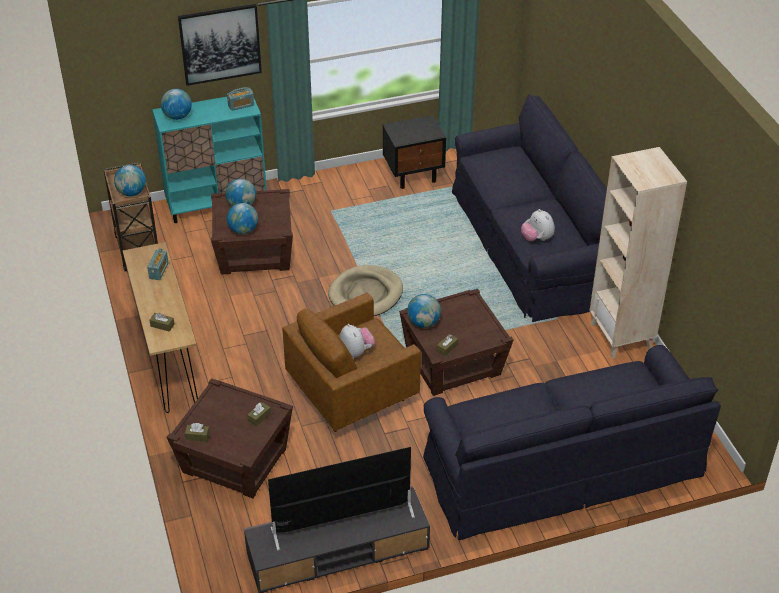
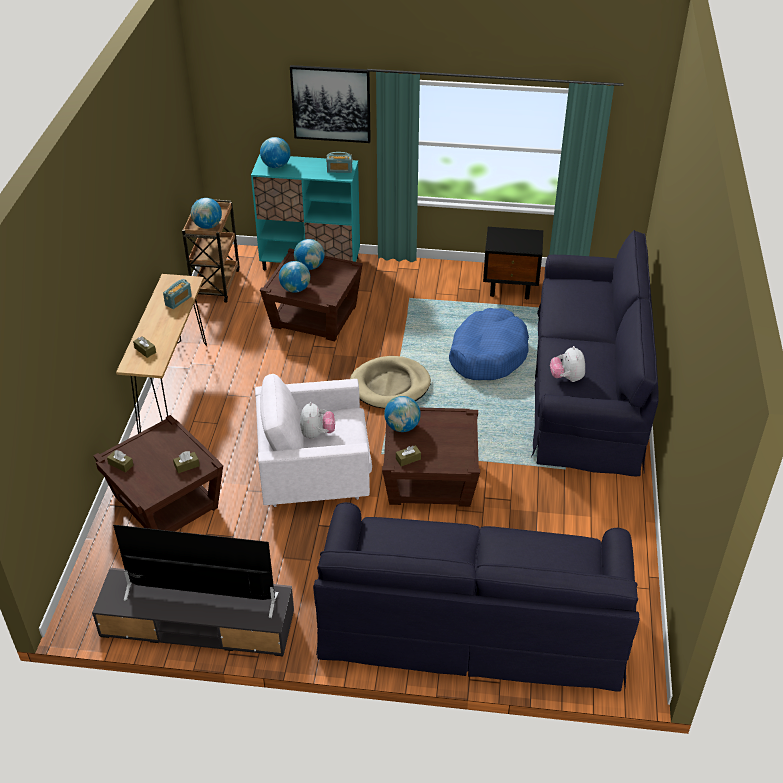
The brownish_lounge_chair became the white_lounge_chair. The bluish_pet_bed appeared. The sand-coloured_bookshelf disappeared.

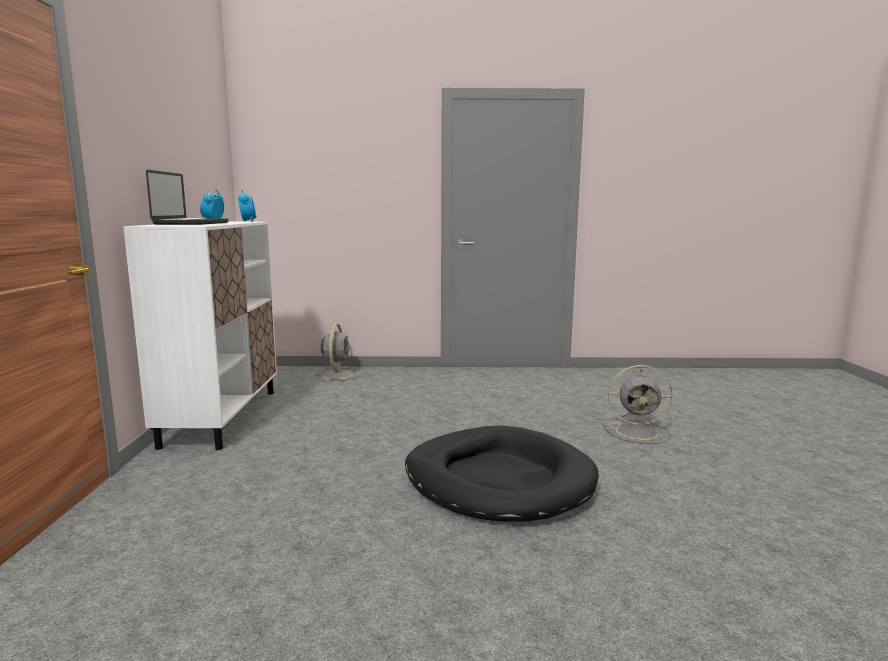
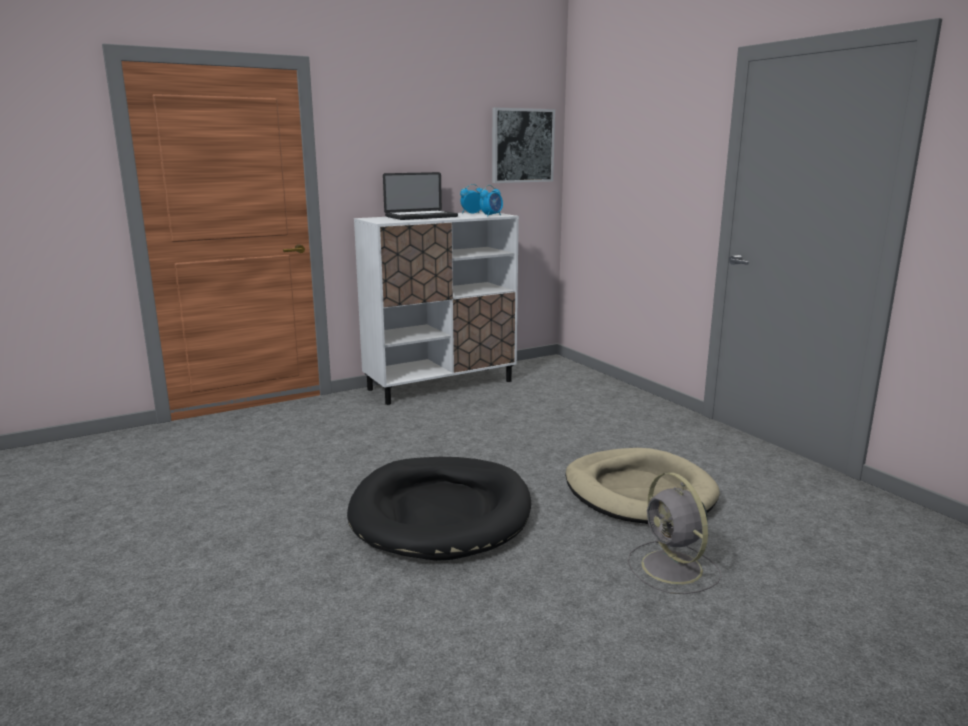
The picture appeared. The sand-coloured_pet_bed appeared. The gray_cooling_fan (no. 1 from left) disappeared.

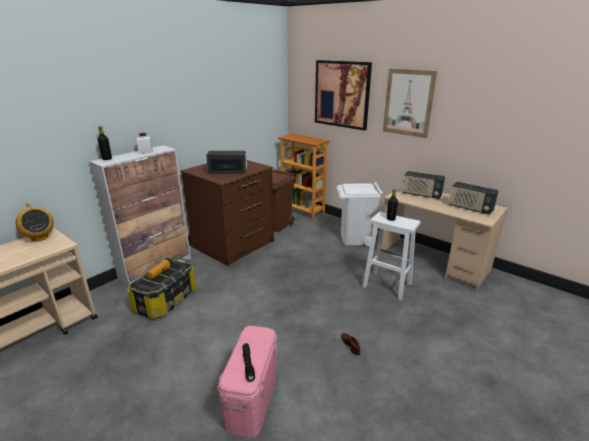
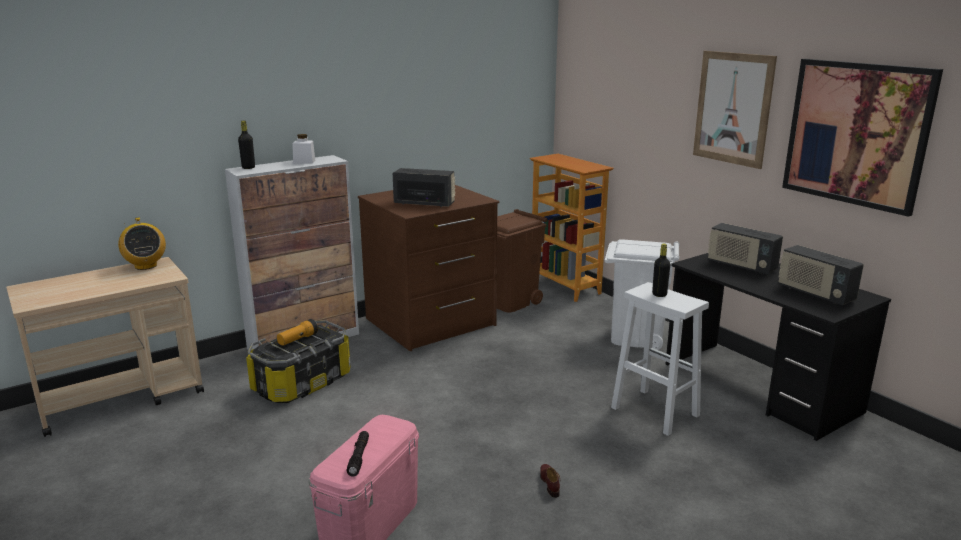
The sand-coloured_desk_unit became the black-coloured_desk_unit. The picture (no. 1 from left in the first image) moved.

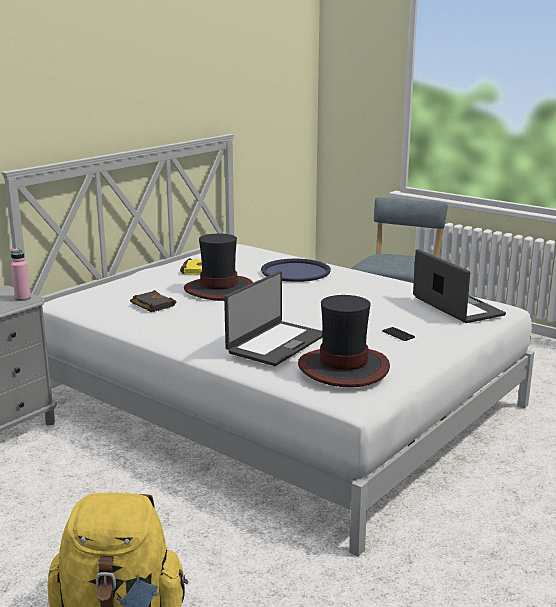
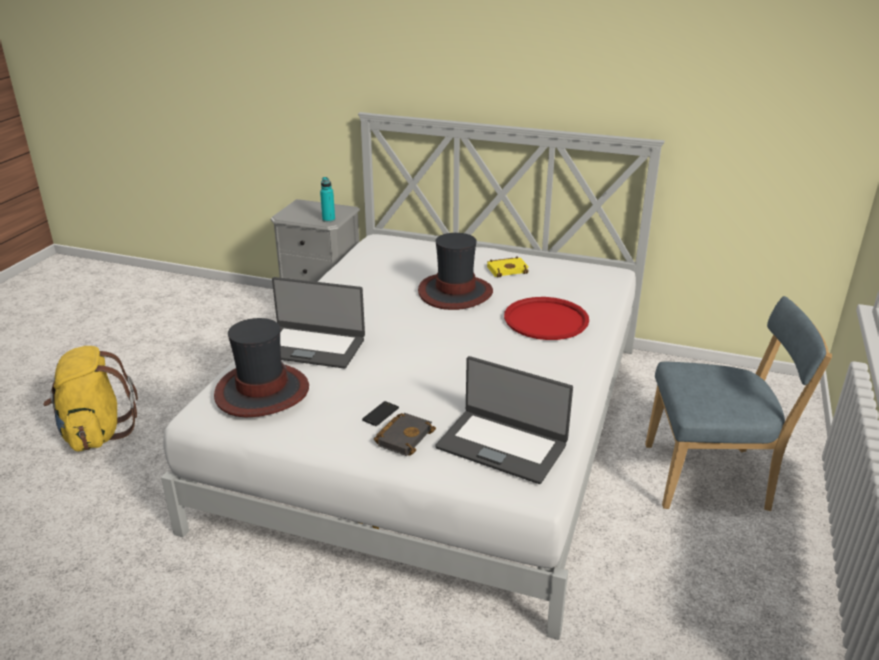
The pink-coloured_drink_bottle became the turquoise-coloured_drink_bottle. The black-coloured_volume moved. The notebook_computer (no. 2 from left) turned 75 degrees clockwise. The bluish_carrying_tray became the red_carrying_tray.

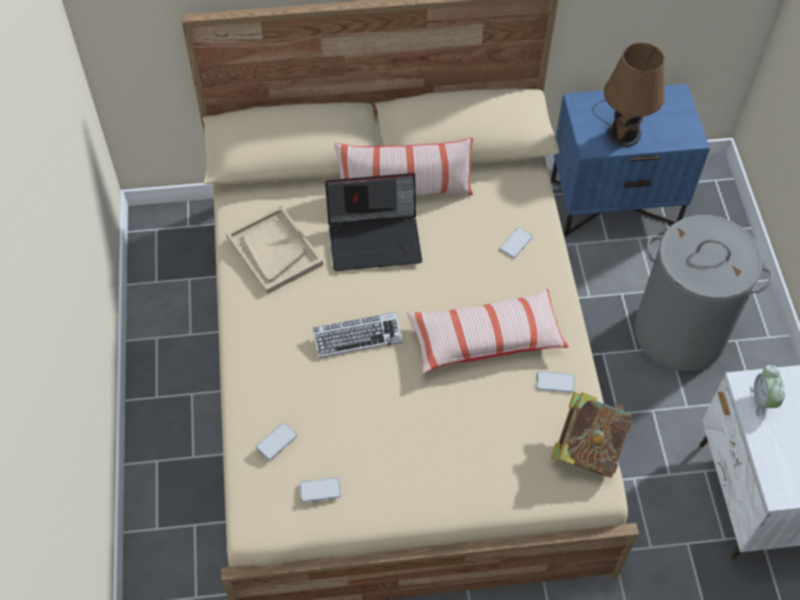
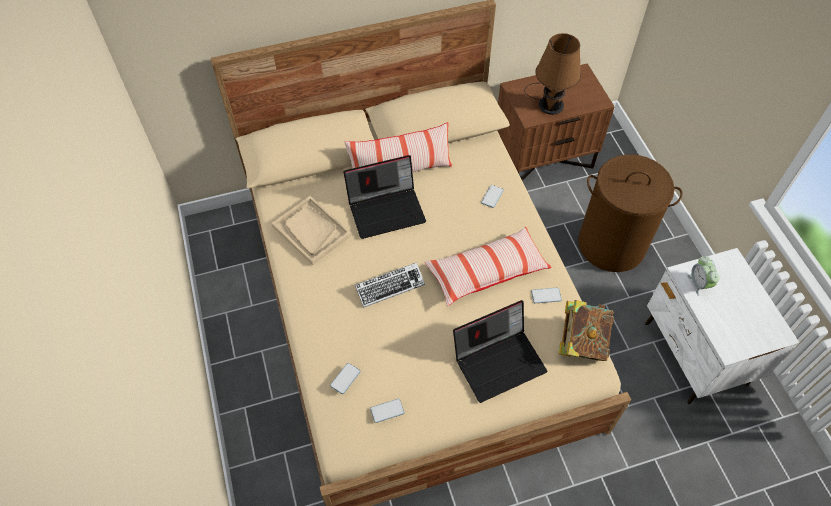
The notebook_computer (no. 2 from left) appeared. The bluish_nightstand became the brownish_nightstand. The gray_hamper became the brownish_hamper.

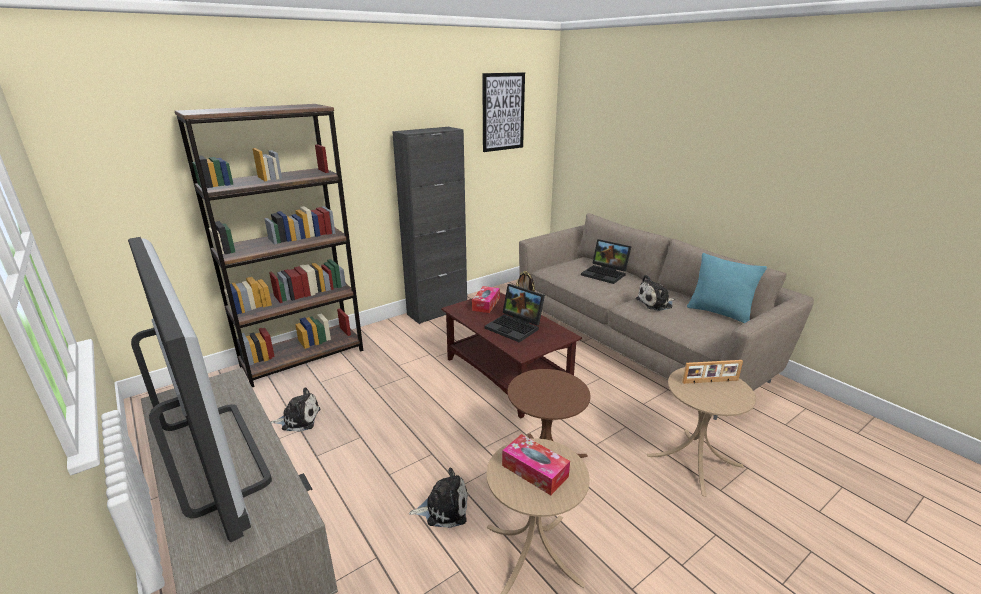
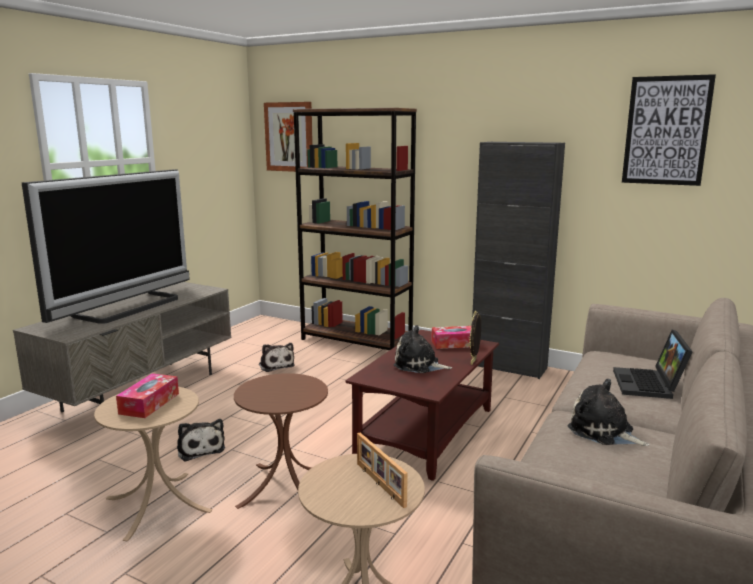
The picture (no. 1 from left) appeared. The notebook_computer (no. 1 from left) was replaced by the plush_toy (no. 3 from left). The turquoise-coloured_pillow disappeared.

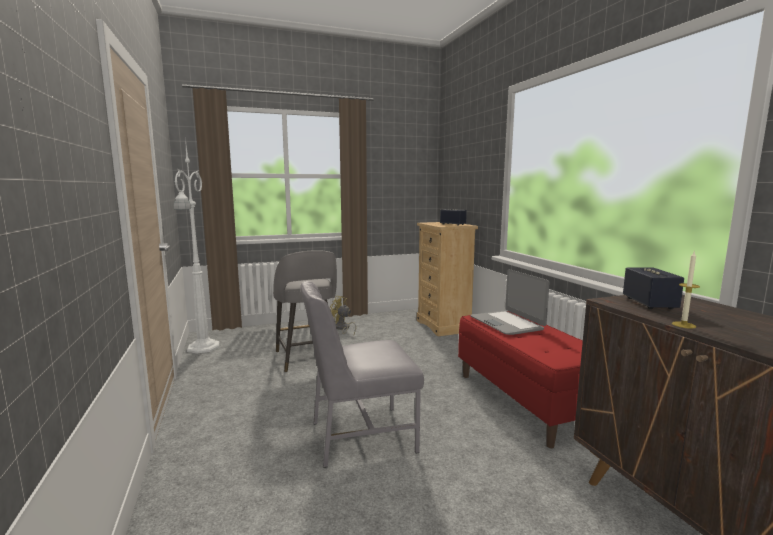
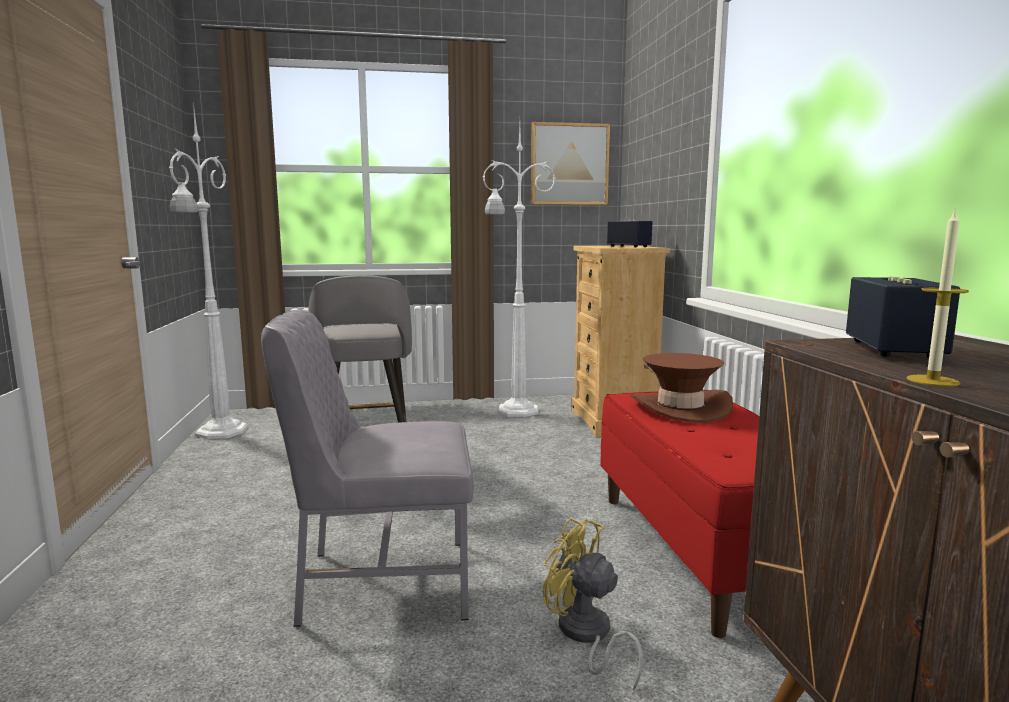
The white_floor_lamp (no. 2 from left) appeared. The picture appeared. The yellowish_cooling_fan moved. The notebook_computer was replaced by the brownish_hat.

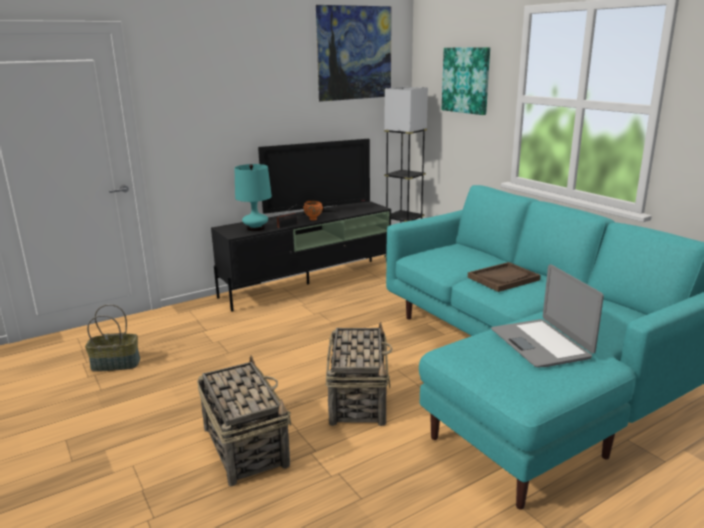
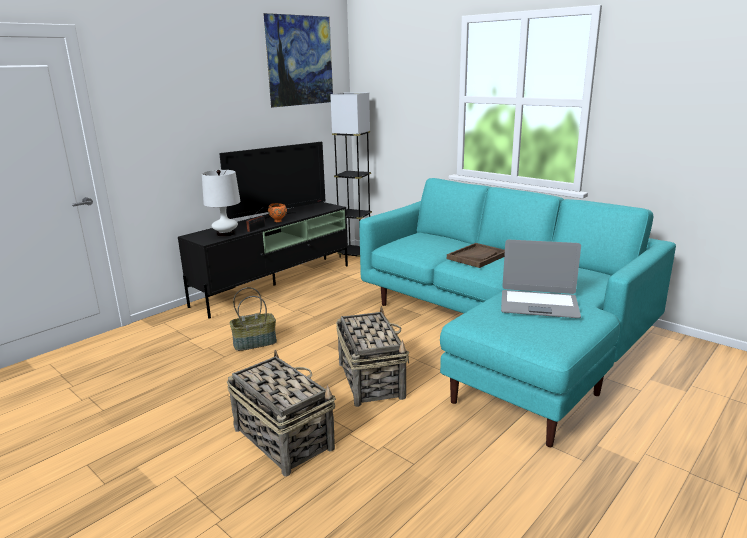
The turquoise-coloured_tabletop_lamp became the white_tabletop_lamp. The storage_basket (no. 1 from left) moved. The notebook_computer turned 45 degrees counterclockwise. The picture (no. 2 from left) disappeared.

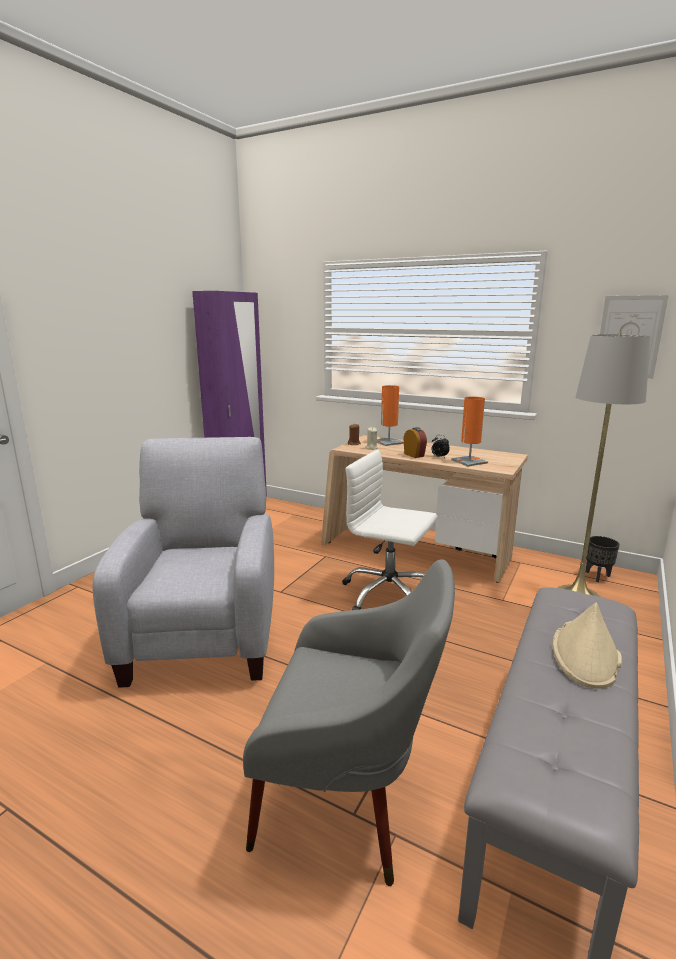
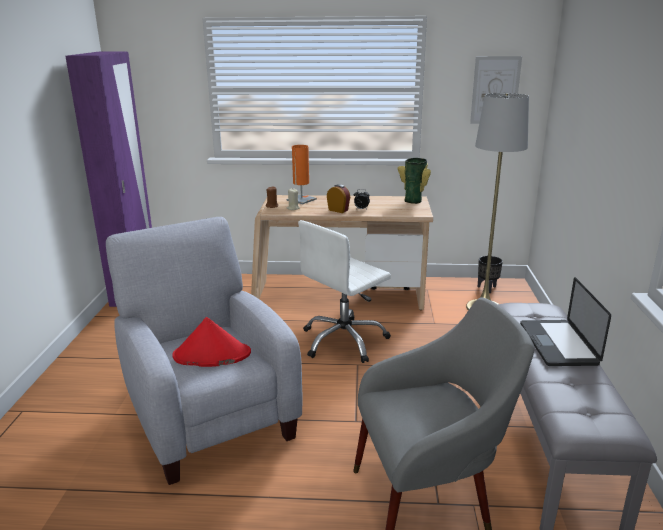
The red_hat appeared. The white_office_chair turned 45 degrees counterclockwise. The flower_vase appeared. The sand-coloured_hat was replaced by the notebook_computer. The orangey_tabletop_lamp (no. 2 from left) disappeared.

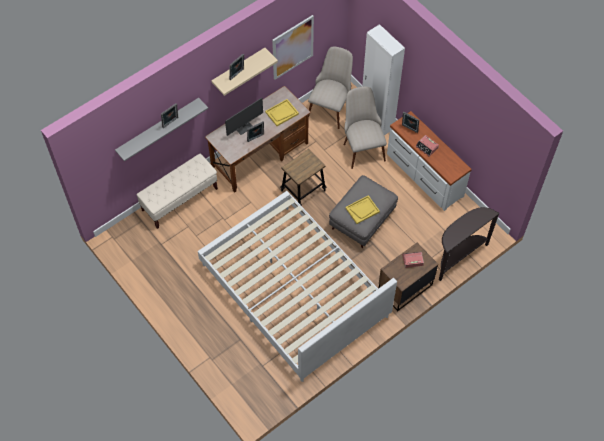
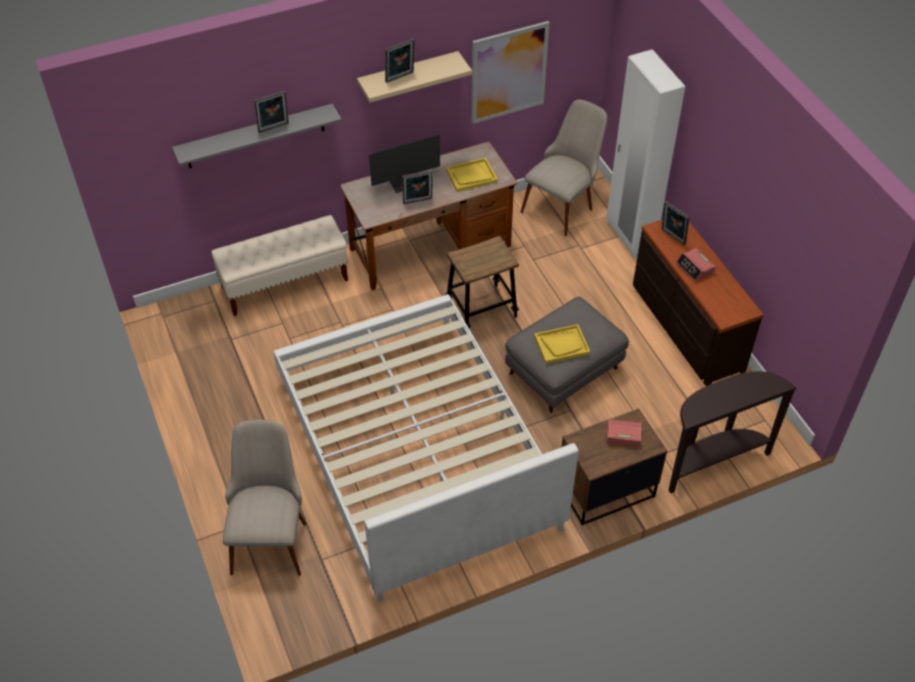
The sand-coloured_upright_chair (no. 2 from left in the first image) moved. The white_dresser became the brownish_dresser.

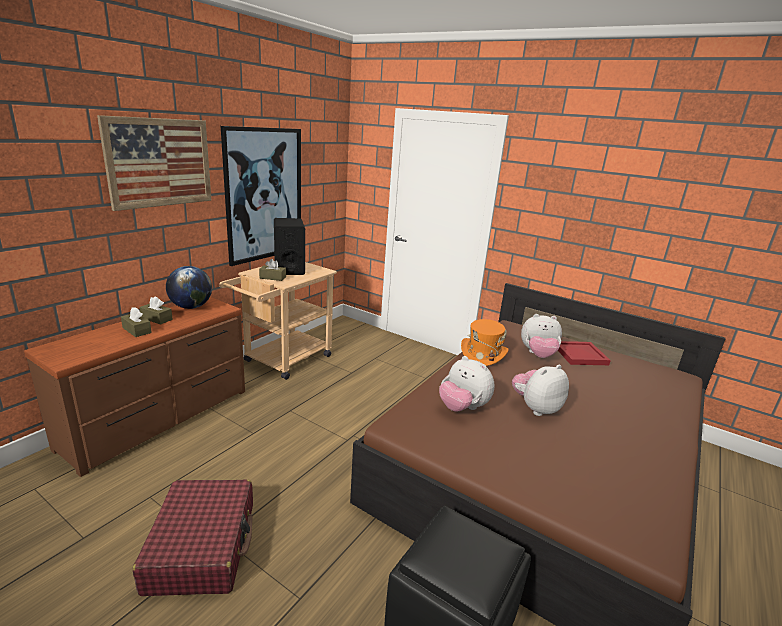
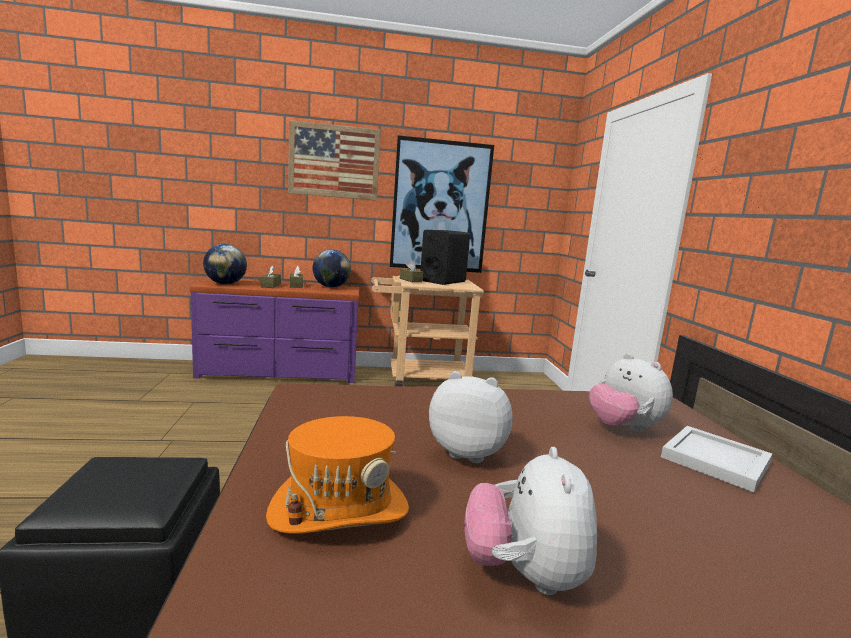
The brownish_dresser became the purplish_dresser. The desk_globe (no. 1 from left) appeared. The orangey_hat moved. The plush_toy (no. 1 from left in the first image) moved. The red_carrying_tray became the white_carrying_tray. The red_travel_case disappeared.

